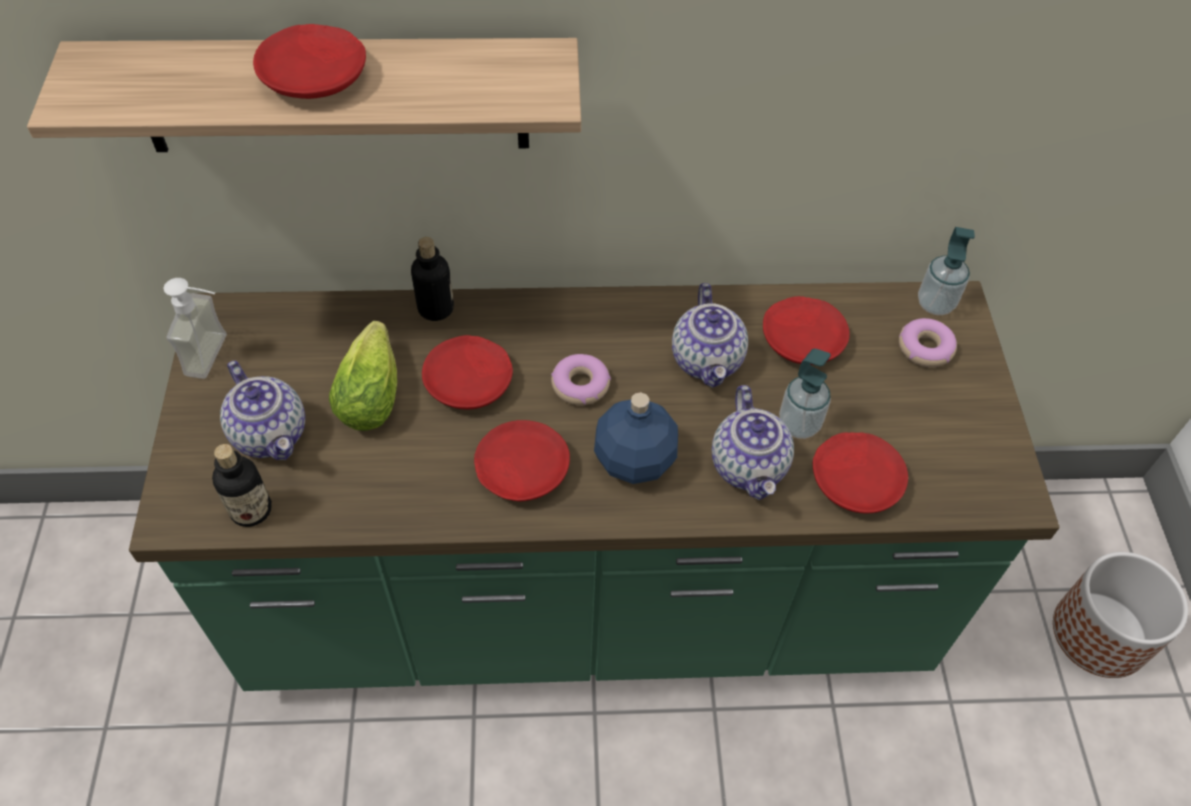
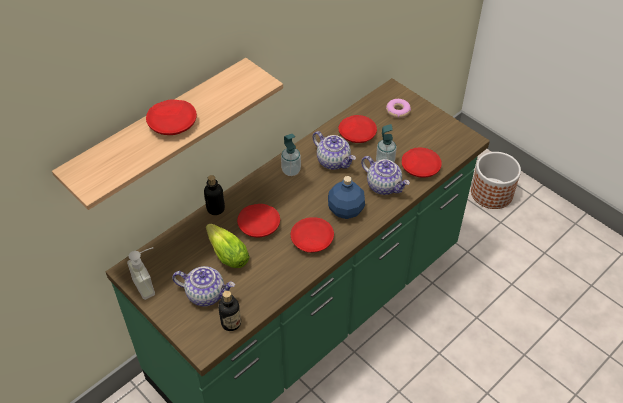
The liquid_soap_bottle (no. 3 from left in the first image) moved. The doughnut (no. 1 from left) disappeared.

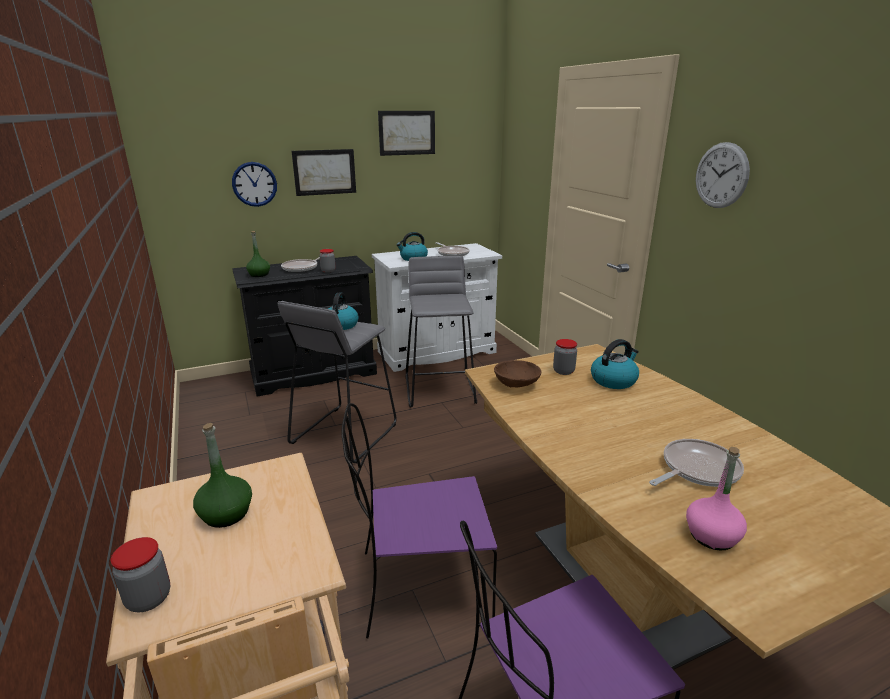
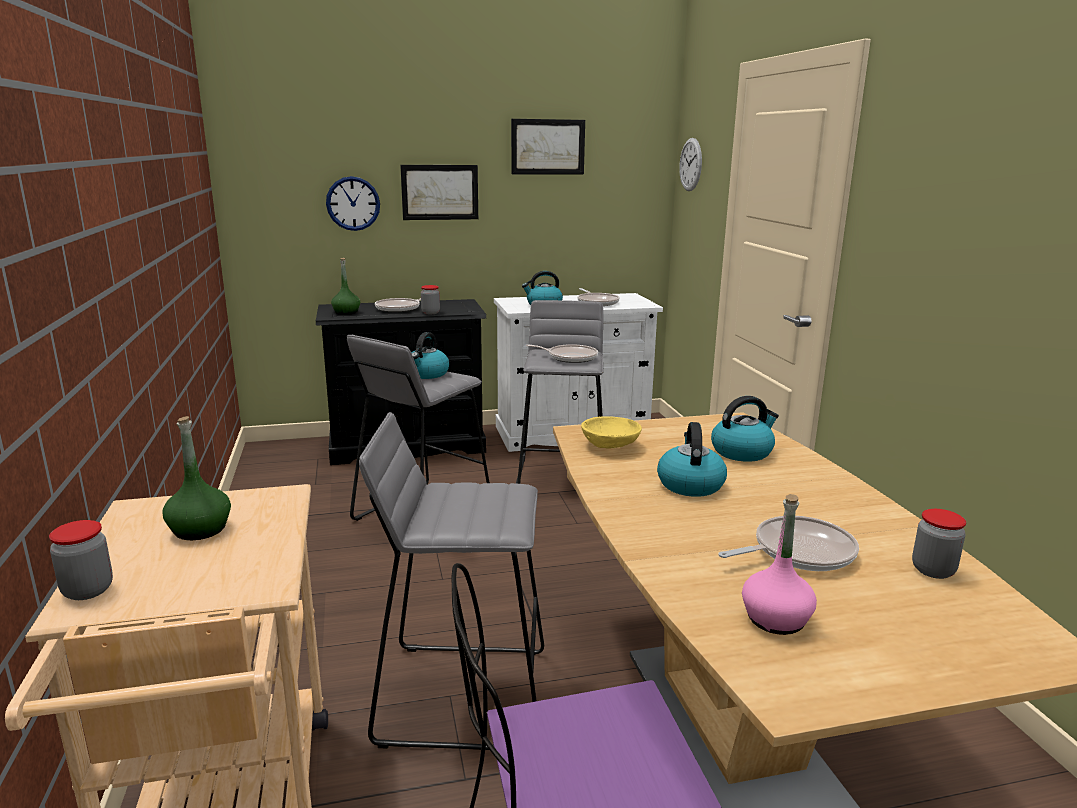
The purplish_upright_chair (no. 1 from left) was replaced by the gray_stool_seat (no. 2 from left). The frying_pan (no. 2 from left) appeared. The brownish_deep_dish became the yellowish_deep_dish. The tea_kettle (no. 3 from left) appeared. The clock_on_the_wall (no. 2 from left) moved. The jar (no. 3 from left) moved.

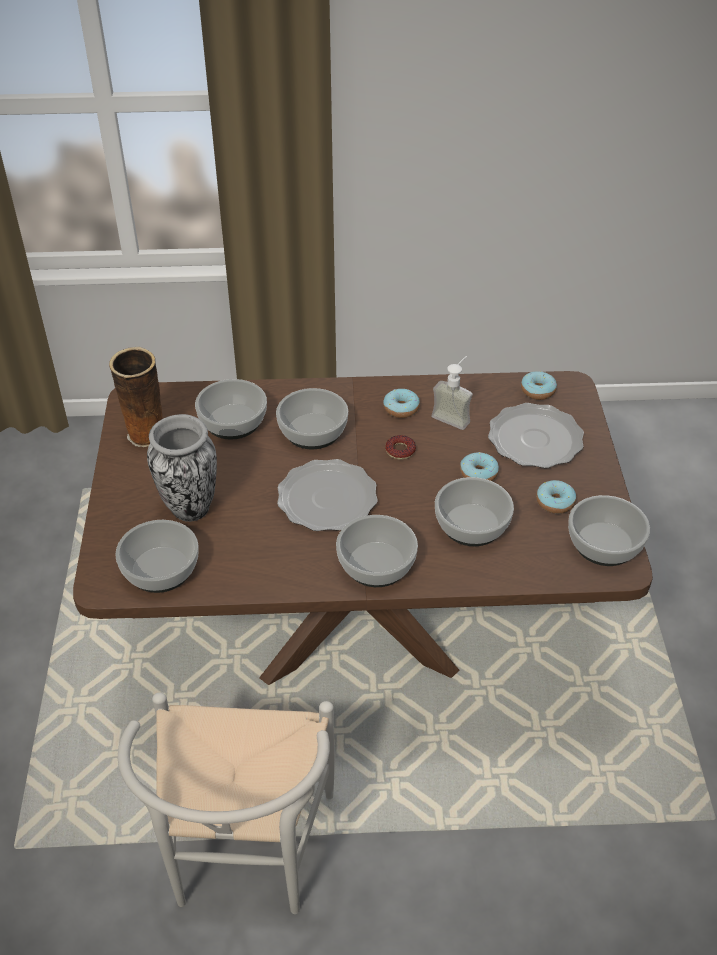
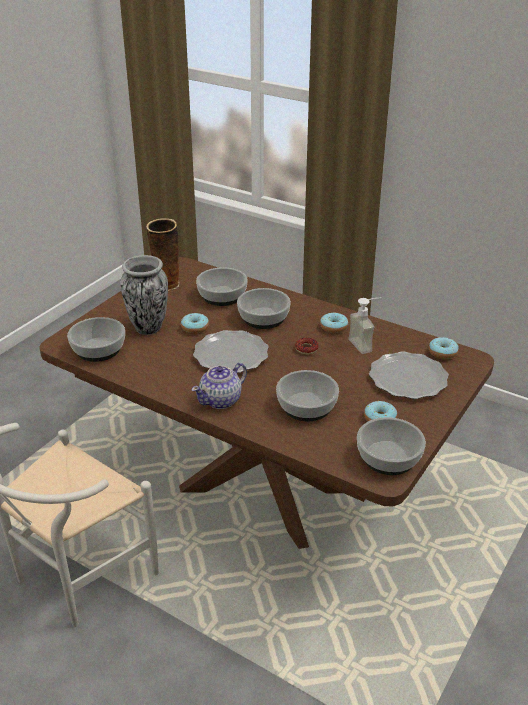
The doughnut (no. 3 from left in the first image) moved. The deep_dish (no. 4 from left) was replaced by the pot_for_tea.

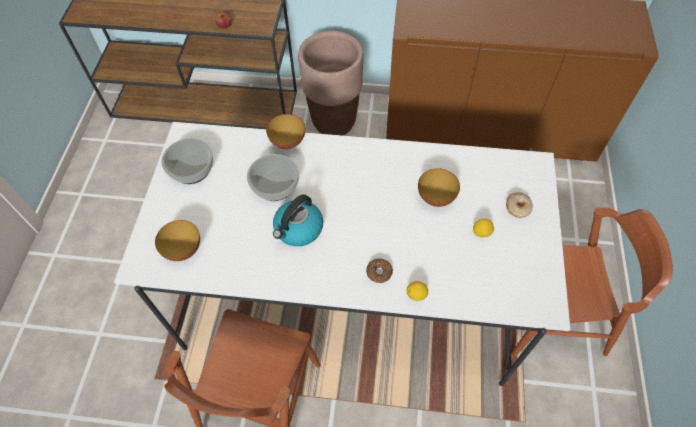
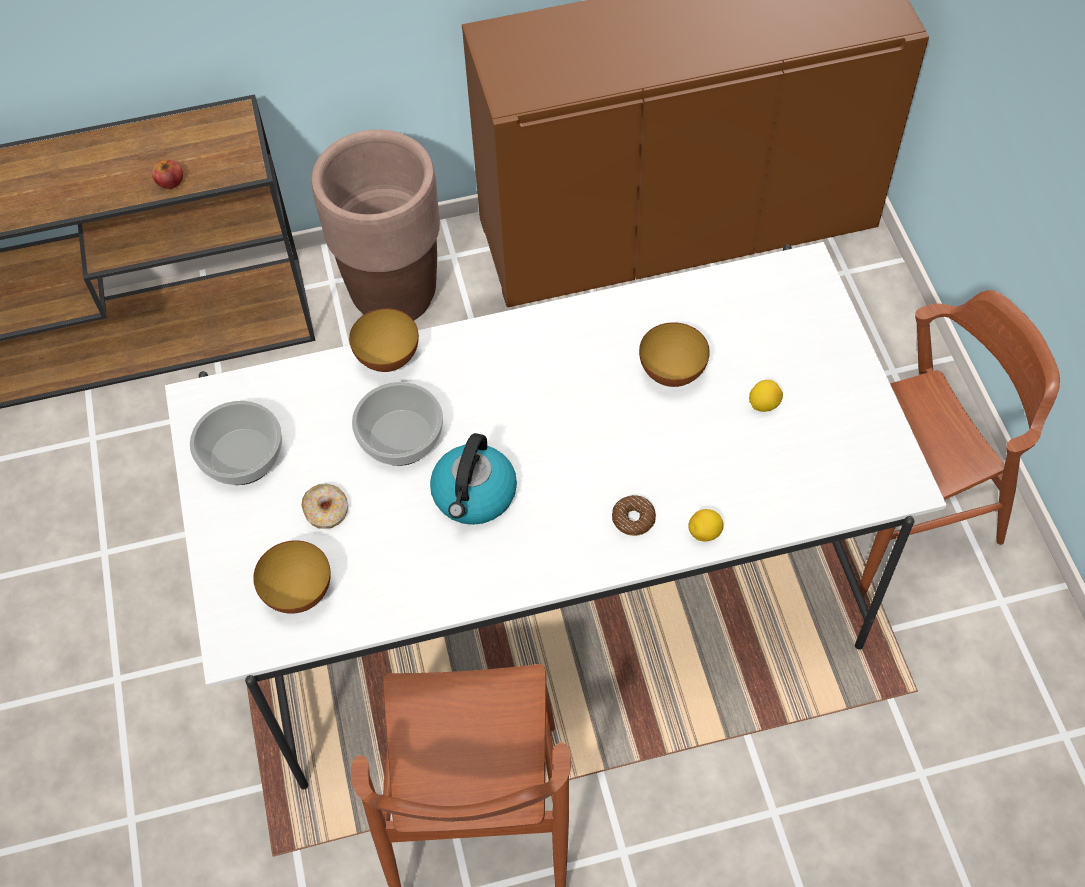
The doughnut (no. 2 from left in the first image) moved.

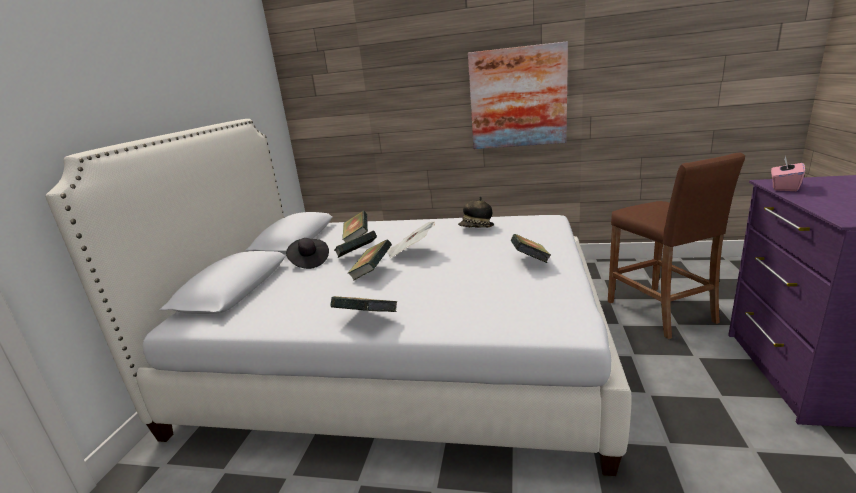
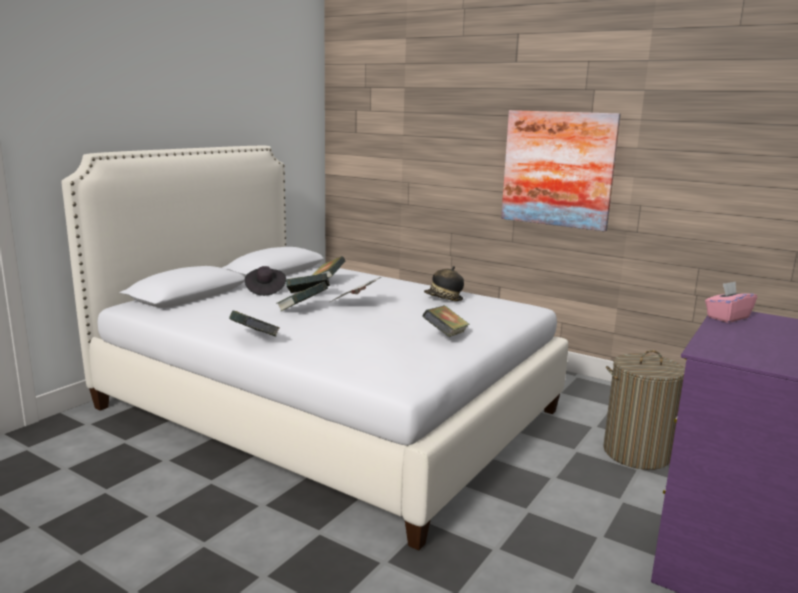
The brownish_stool_seat was replaced by the hamper.

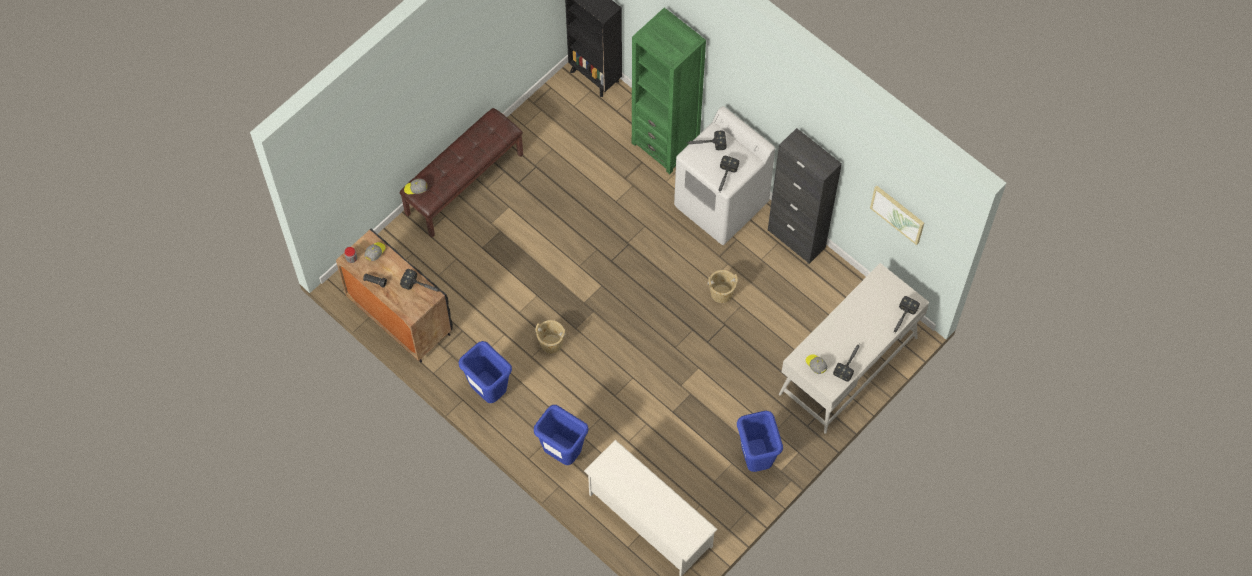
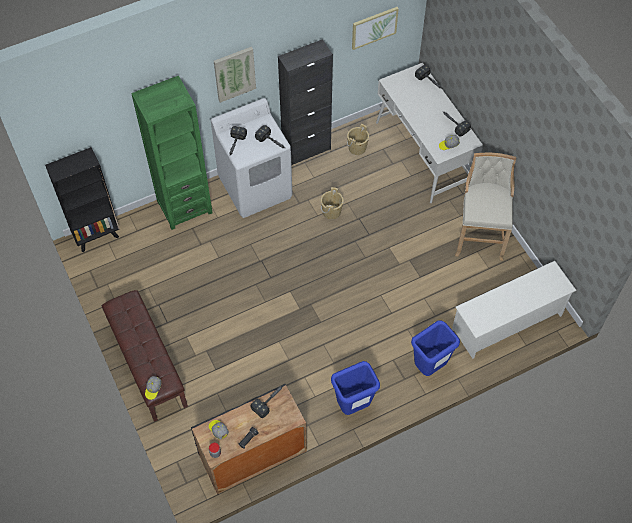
The picture (no. 1 from left) appeared. The sand-coloured_water_bucket (no. 1 from left in the first image) moved. The bluish_trash_can (no. 3 from left) was replaced by the sand-coloured_stool_seat.

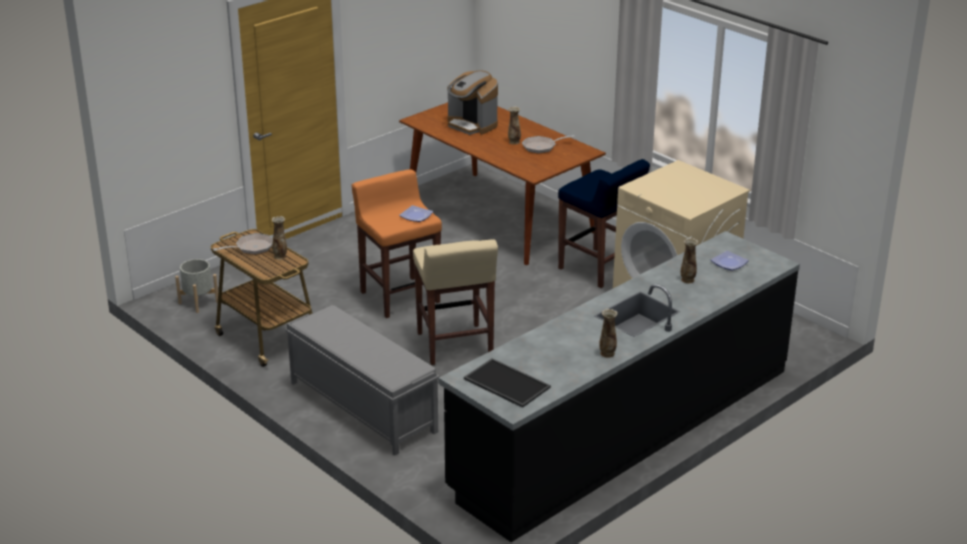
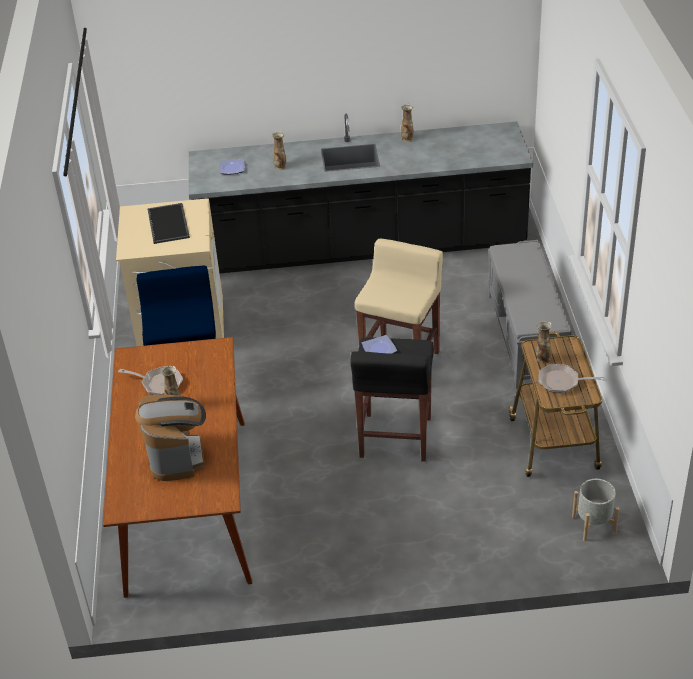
The carrying_tray moved. The orangey_stool_seat became the black-coloured_stool_seat.

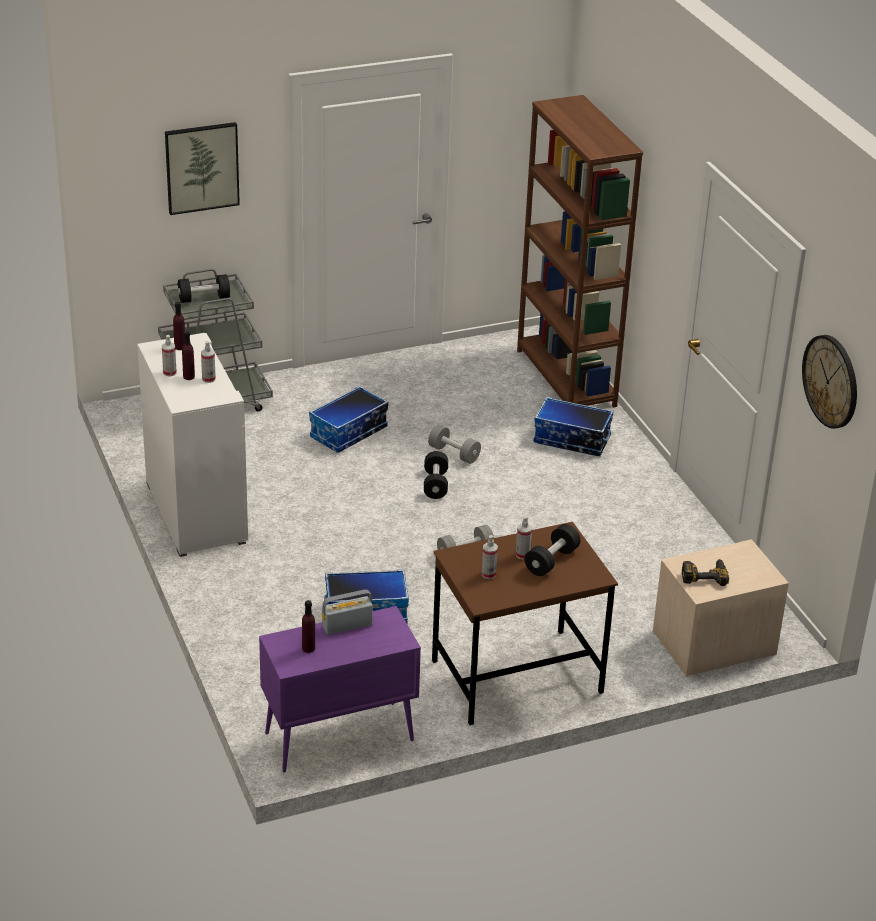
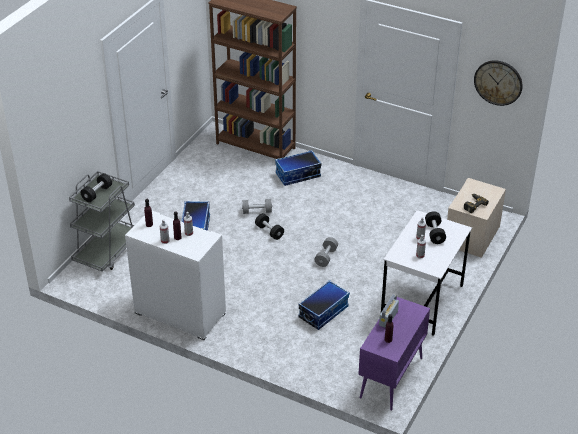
The brownish_desk_unit became the white_desk_unit. The picture disappeared.

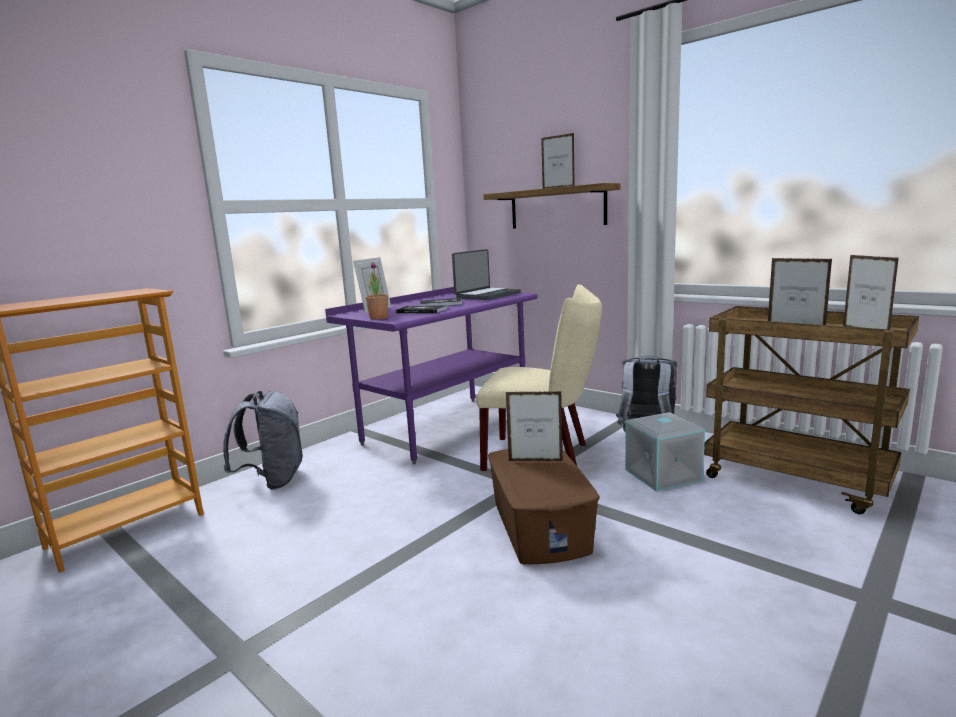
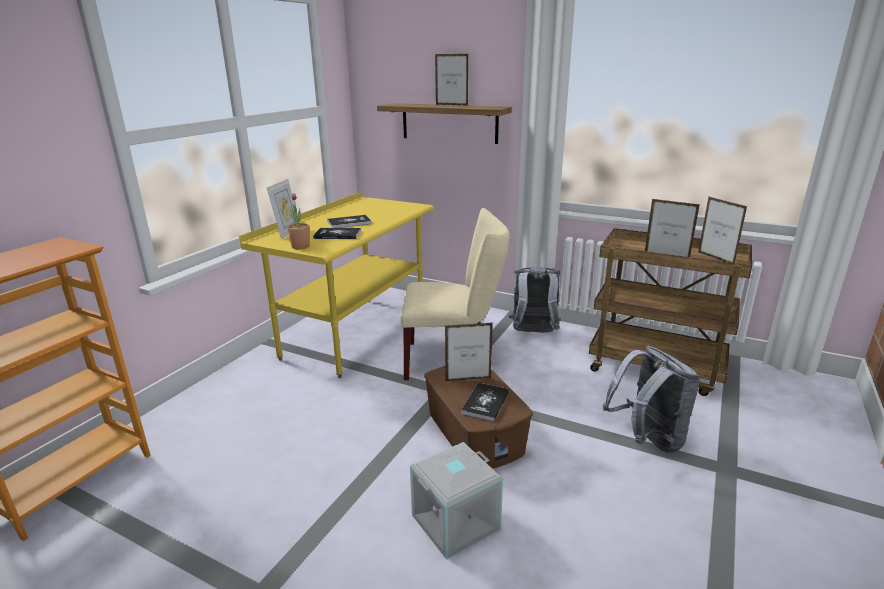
The purplish_desk_unit became the yellowish_desk_unit. The gray_storage_box moved. The volume (no. 3 from left) appeared. The gray_knapsack (no. 1 from left in the first image) moved. The notebook_computer disappeared.

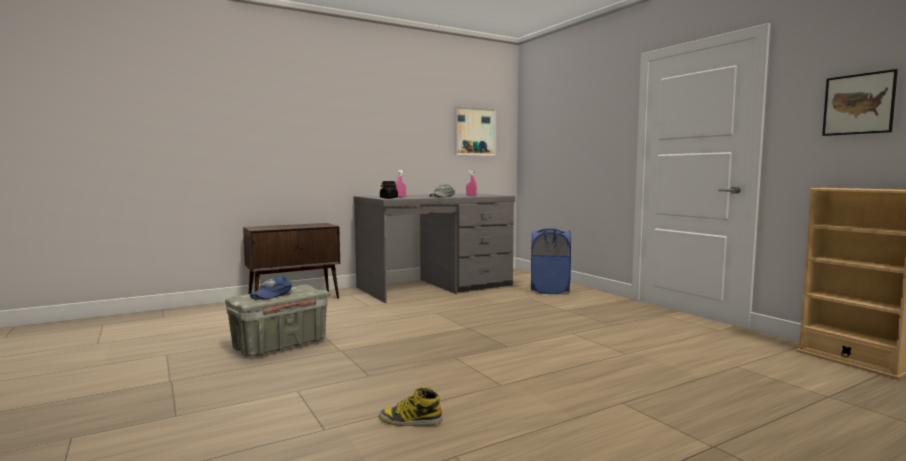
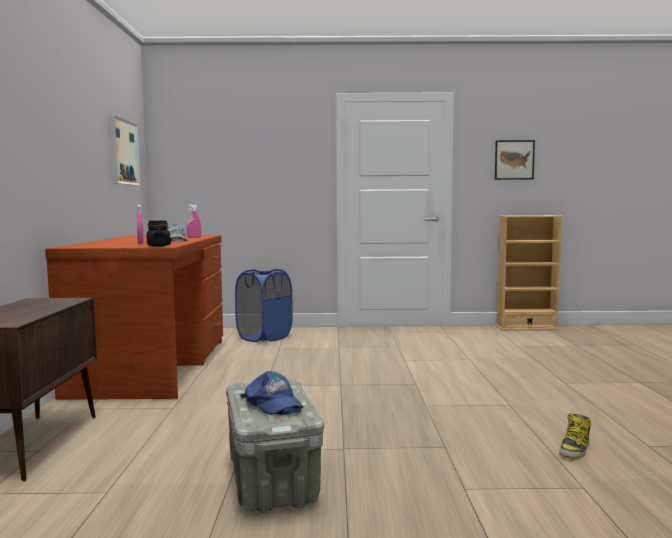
The gray_desk_unit became the brownish_desk_unit.

